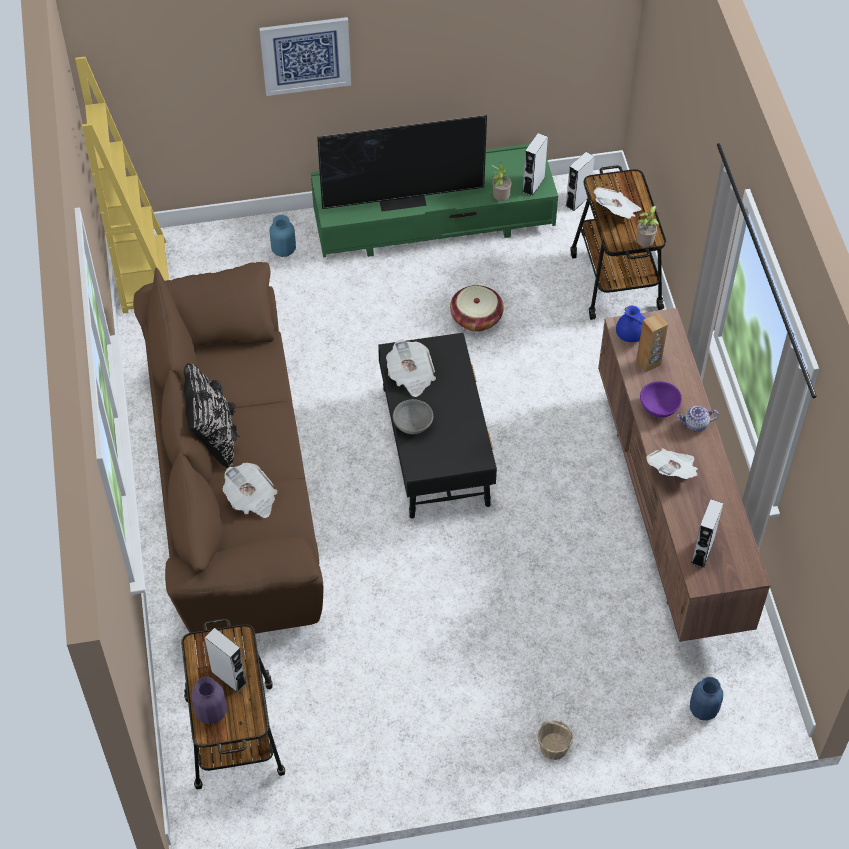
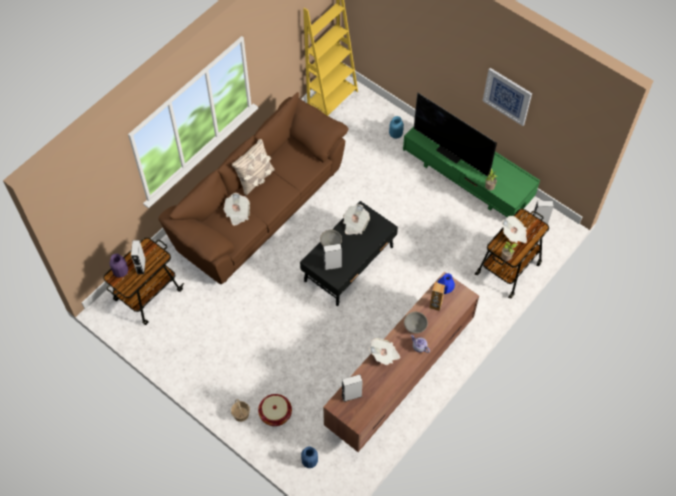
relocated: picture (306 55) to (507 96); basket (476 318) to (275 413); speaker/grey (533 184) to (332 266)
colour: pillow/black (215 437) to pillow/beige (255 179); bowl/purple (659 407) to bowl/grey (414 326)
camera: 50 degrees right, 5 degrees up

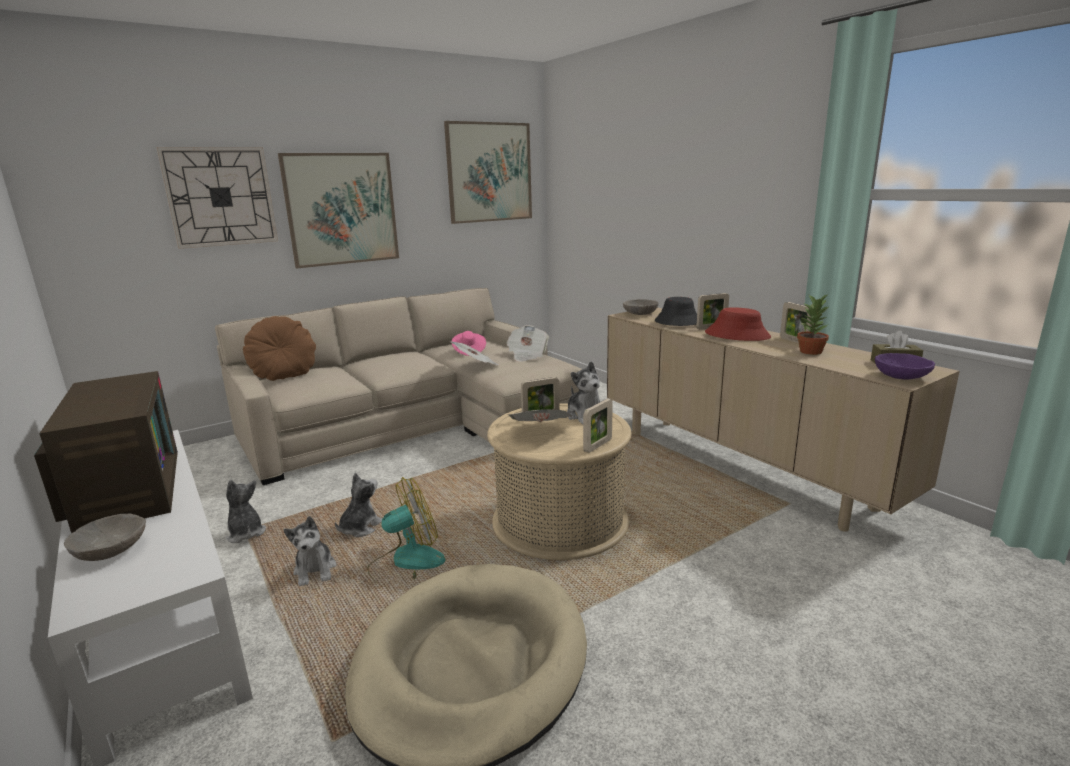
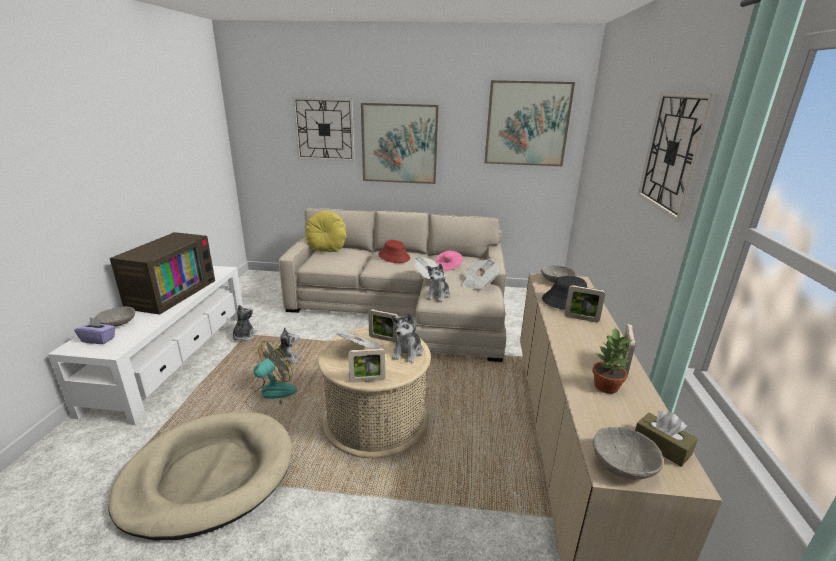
appeared: tissue box/purple (99 339); wall clock (673 153)
relocated: plush toy (315 570) to (438 295); hat/red (737 335) to (394 256)
colour: pillow/brown (285 377) to pillow/yellow (327 250); bowl/purple (901 377) to bowl/grey (623 464)
spun: fan (406 563) = (271 395) 60 degrees counterclockwise
camera: 40 degrees right, 5 degrees up

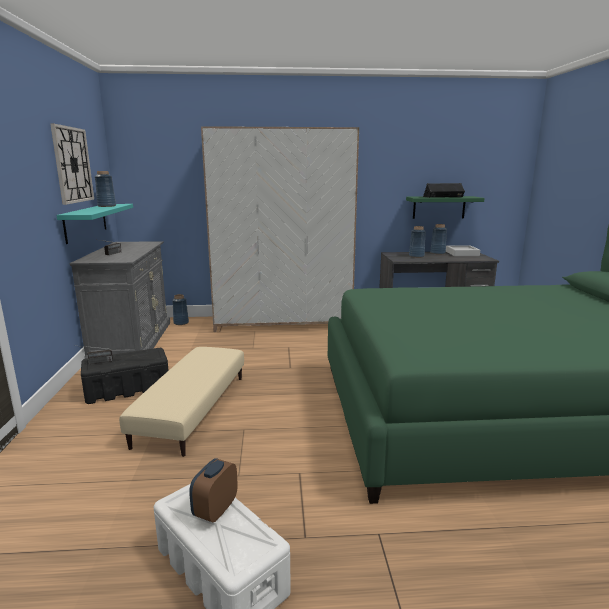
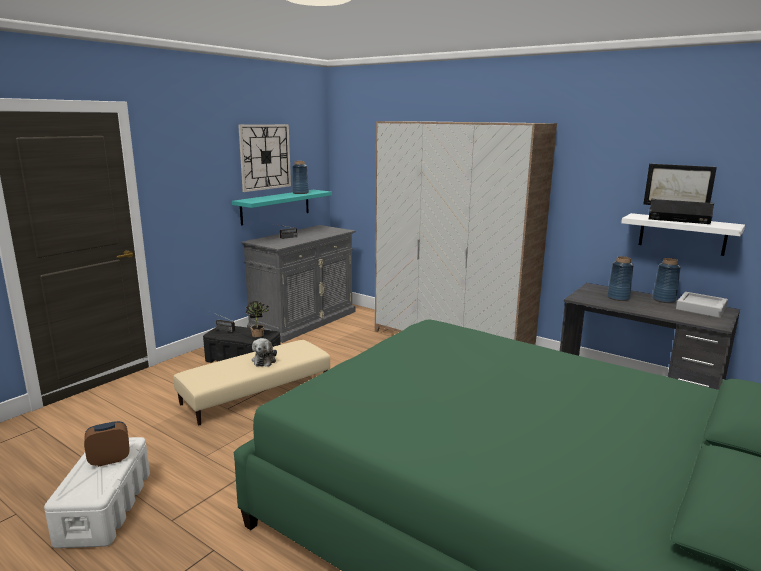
missing: vase/blue (181 323)
appeared: potted plant (259 335); plush toy (264 360); picture (678 186)
colour: shelf/green (439 207) to shelf/white (682 234)
camera: 40 degrees right, 0 degrees up

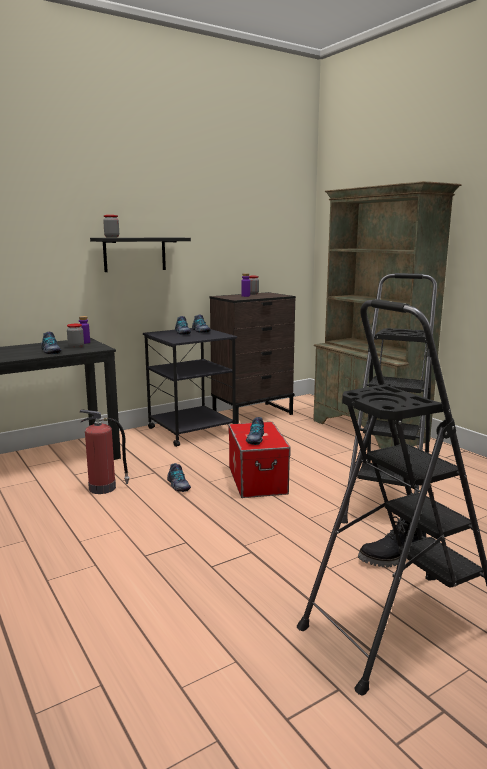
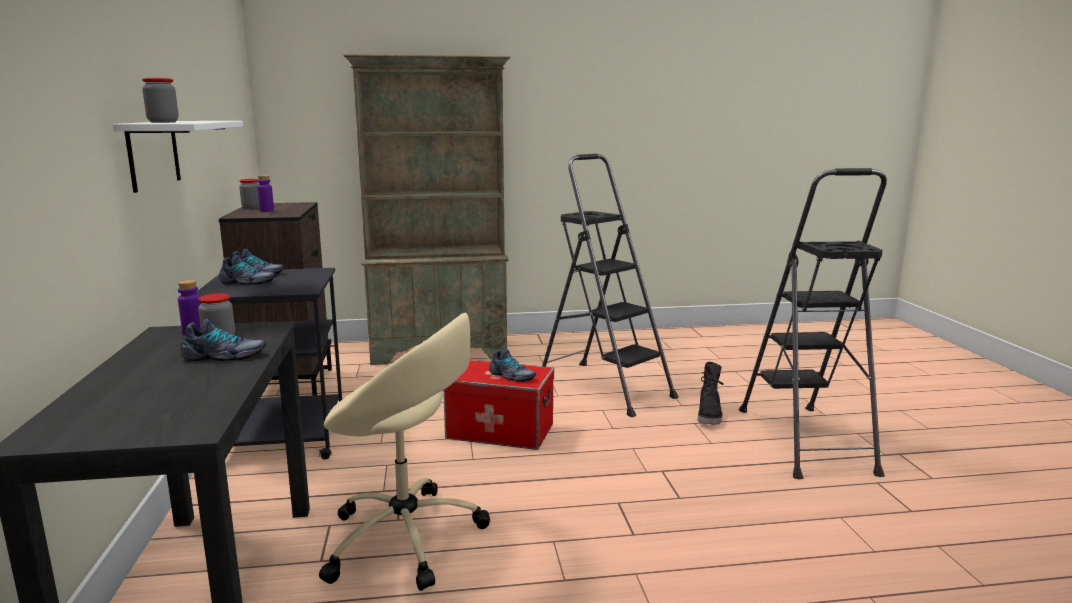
missing: shoe (178 485)
exchanged: fire extinguisher (104 488) to office chair/beige (408 538)
colour: shelf/black (135 254) to shelf/white (153 154)
camera: 65 degrees left, 0 degrees up

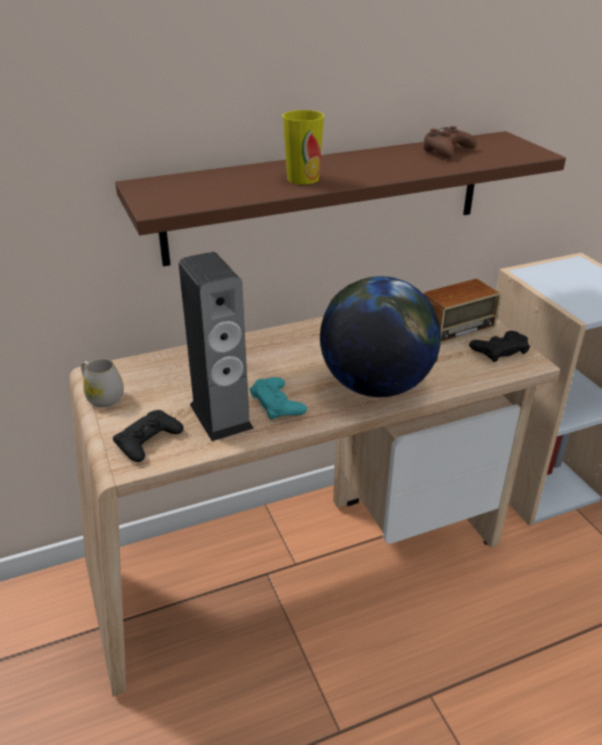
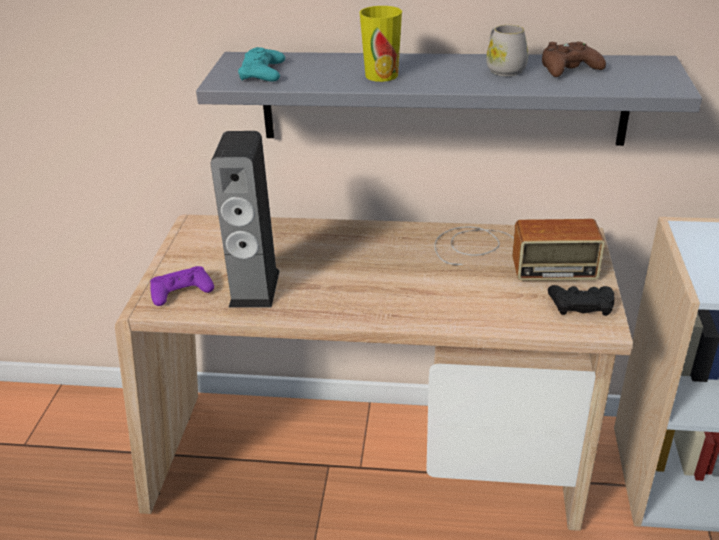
missing: globe (376 386)
relocated: mug/white (102 396) to (503 69); game controller/turquoise (277 403) to (263 72)
colour: game controller/black (148 440) to game controller/purple (181 291); shelf/brown (327 197) to shelf/grey (442 98)
camera: 30 degrees right, 0 degrees up

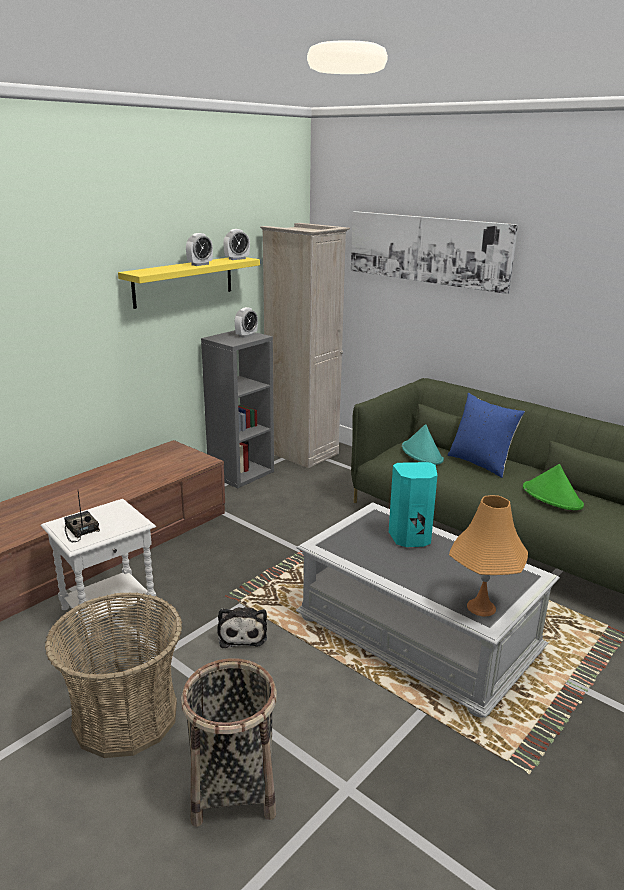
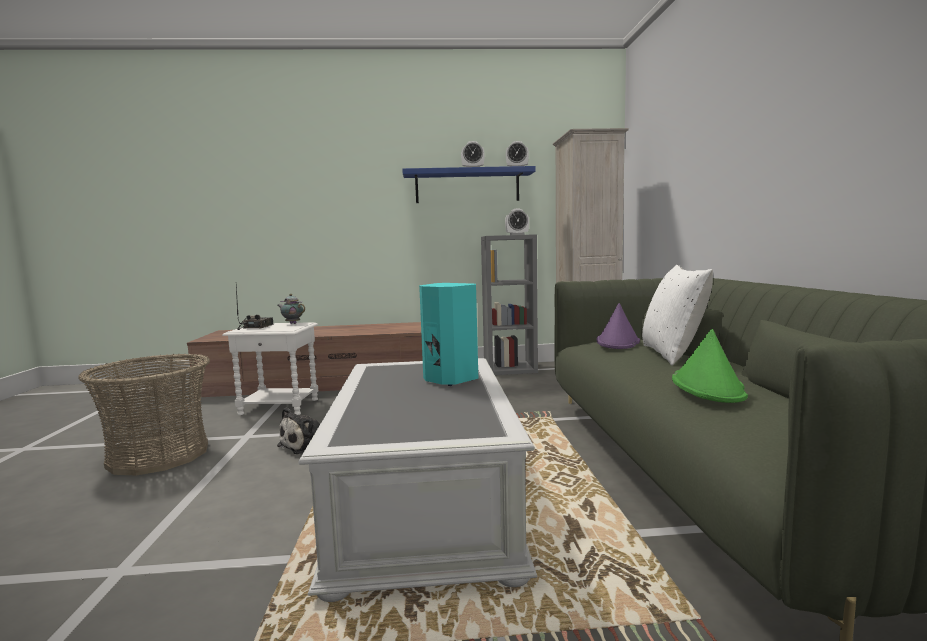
missing: basket (234 787); picture (427 249); table lamp/orange (481 607)
appeared: teapot (292 323)
colour: shelf/yellow (183 281) to shelf/blue (467 186); hat/turquoise (422 453) to hat/purple (618 342); pillow/blue (480 463) to pillow/white (672 354)
camera: 45 degrees right, 15 degrees down

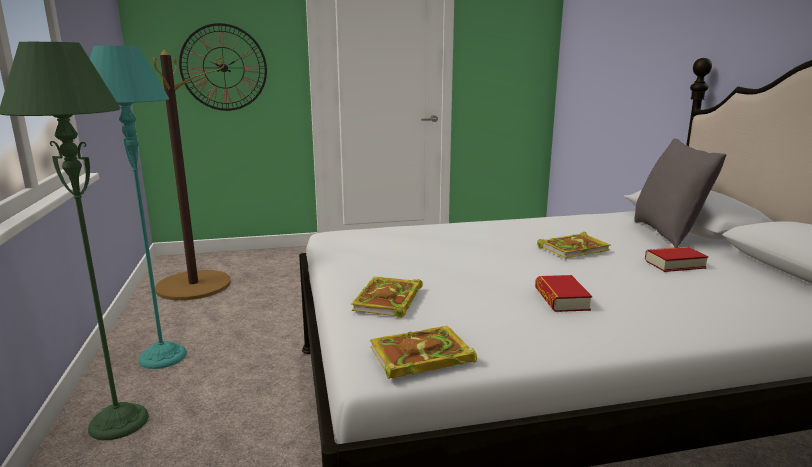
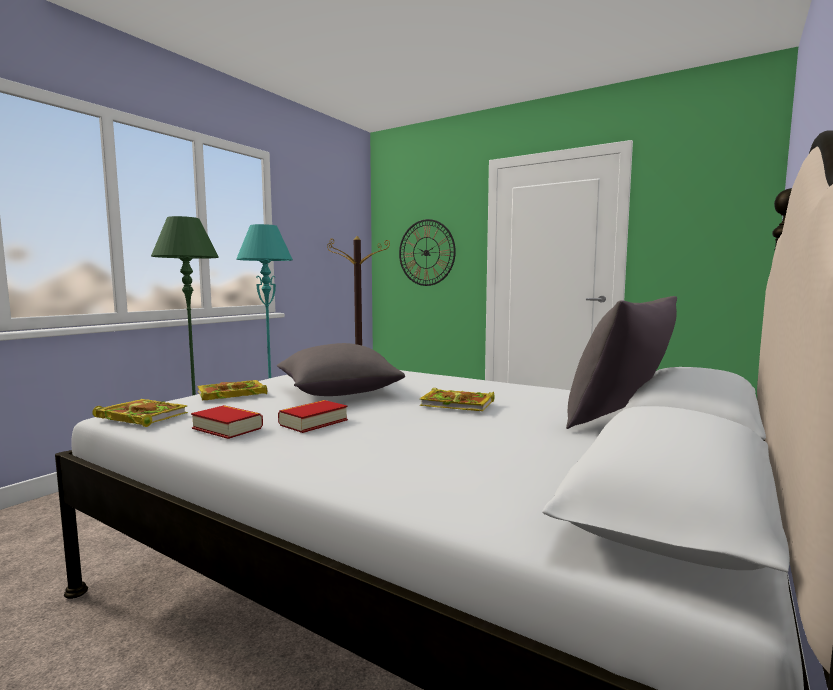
appeared: pillow/grey (338 393)
relocated: book (674 264) to (227 428)
camera: 45 degrees right, 10 degrees down

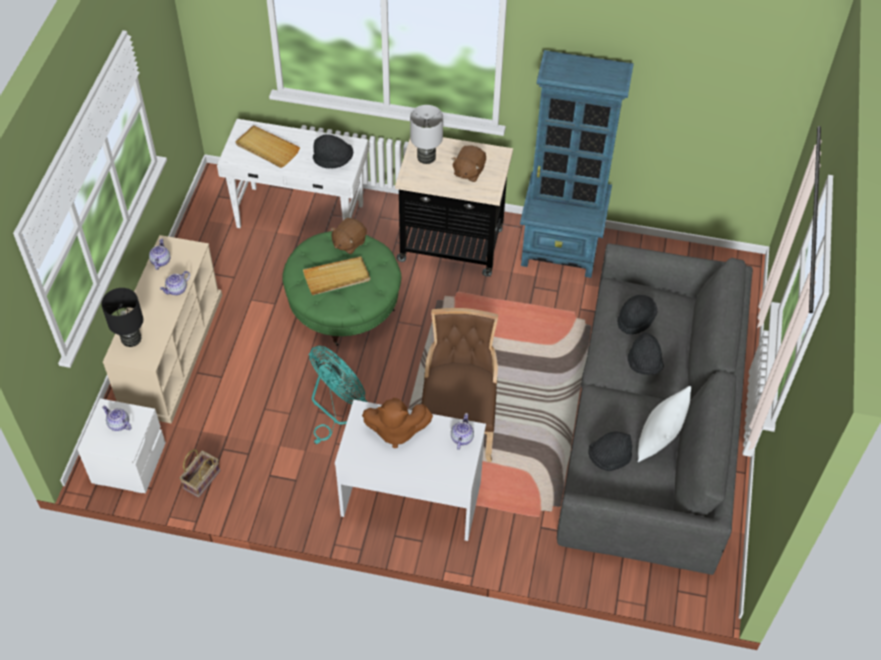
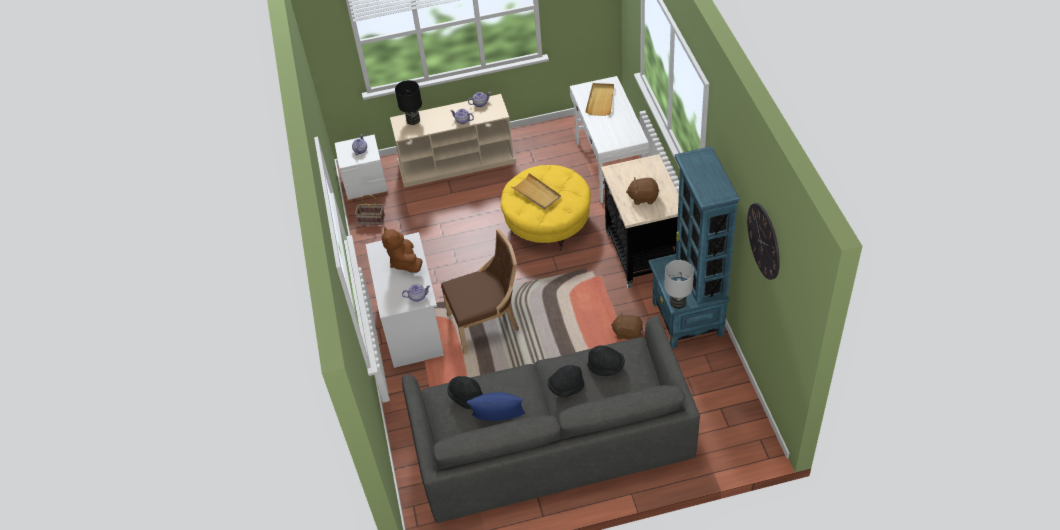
missing: fan/turquoise (335 408); hat/black (333 160)
appeared: wall clock (764 241)
relocated: plush toy/brown (349 243) to (627 333); table lamp/grey (426 157) to (678 302)
colour: ottoman/green (344 305) to ottoman/yellow (547 223); pillow/white (659 440) to pillow/blue (499 421)
camera: 70 degrees right, 5 degrees down

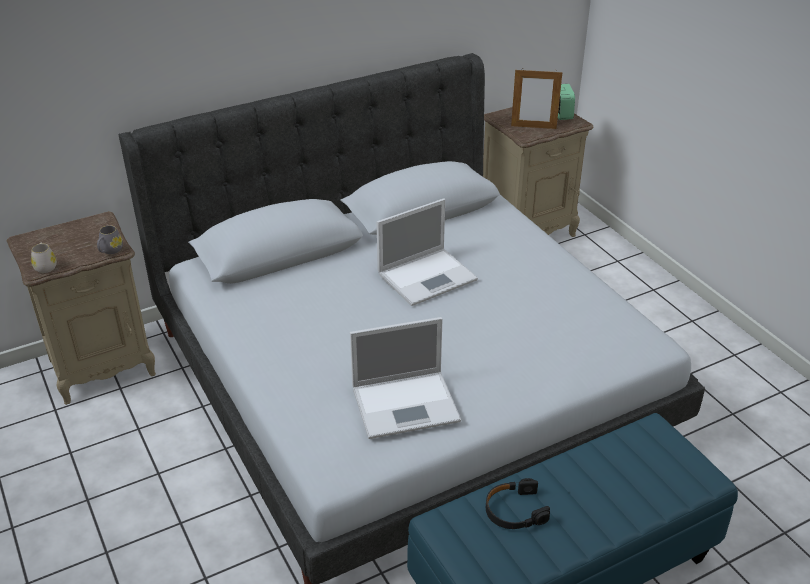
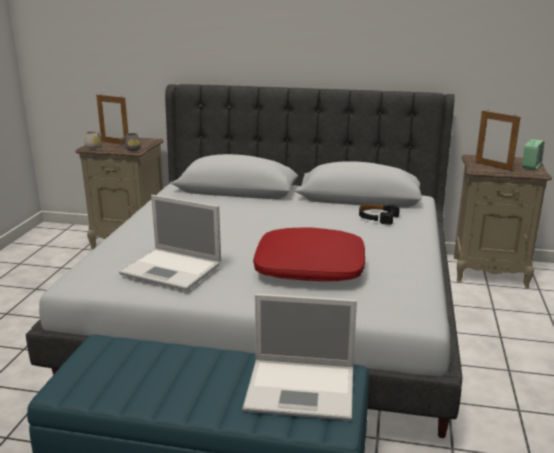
appeared: picture frame (115 143); pillow/red (309 268)
relocated: laptop (428 276) to (303 389); headphones/black (514 511) to (377 218)
camera: 40 degrees right, 15 degrees down

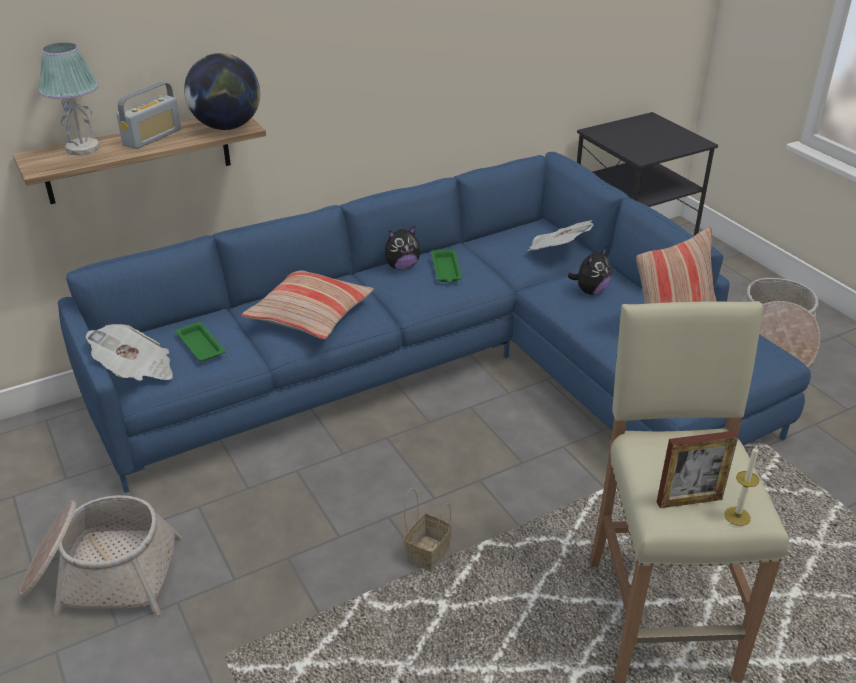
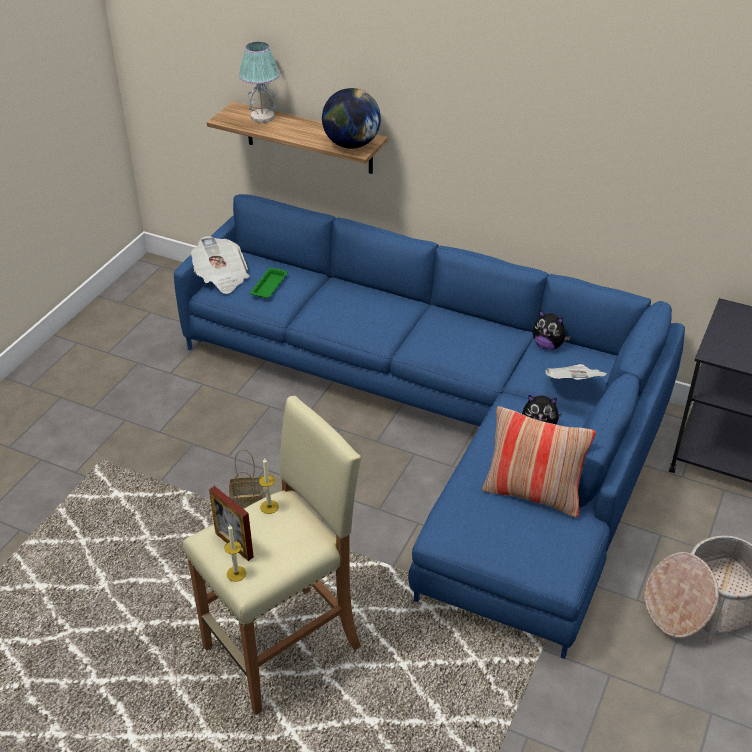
missing: basket (102 575); radio (152 137); pillow (310 314); tray/green (446 270)
appeared: candle (269 507)
relocated: plush toy (401 267) to (548 345)
camera: 55 degrees right, 5 degrees up

